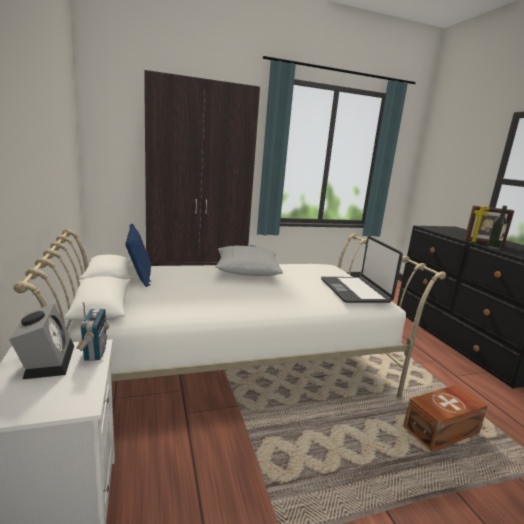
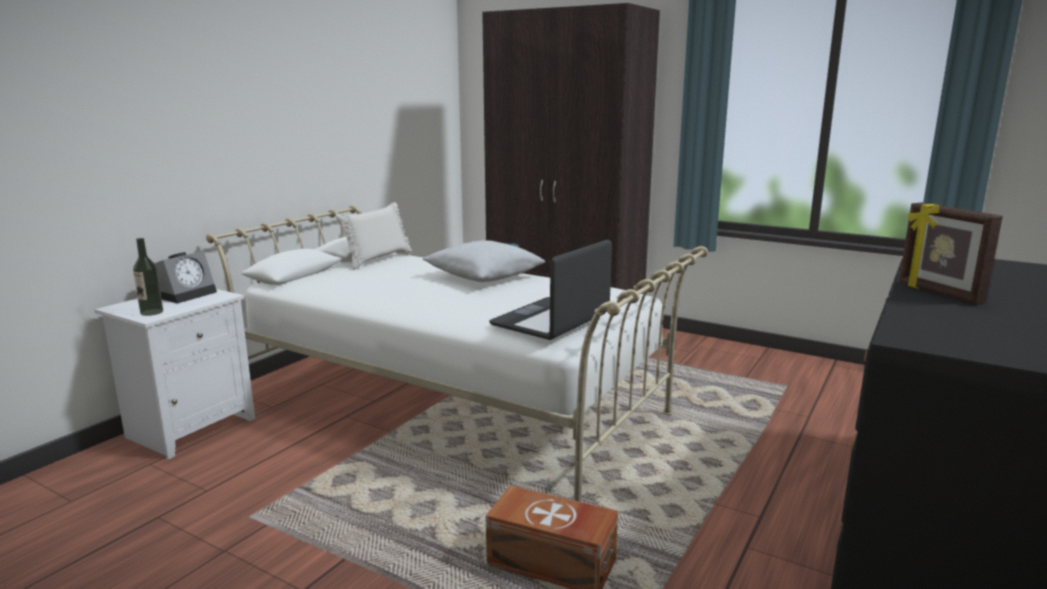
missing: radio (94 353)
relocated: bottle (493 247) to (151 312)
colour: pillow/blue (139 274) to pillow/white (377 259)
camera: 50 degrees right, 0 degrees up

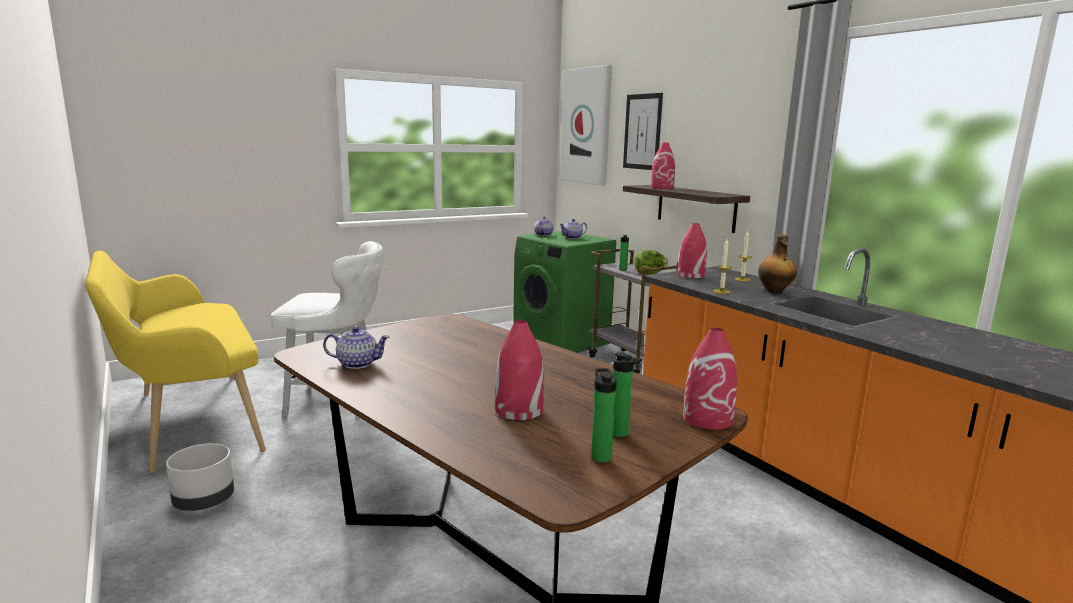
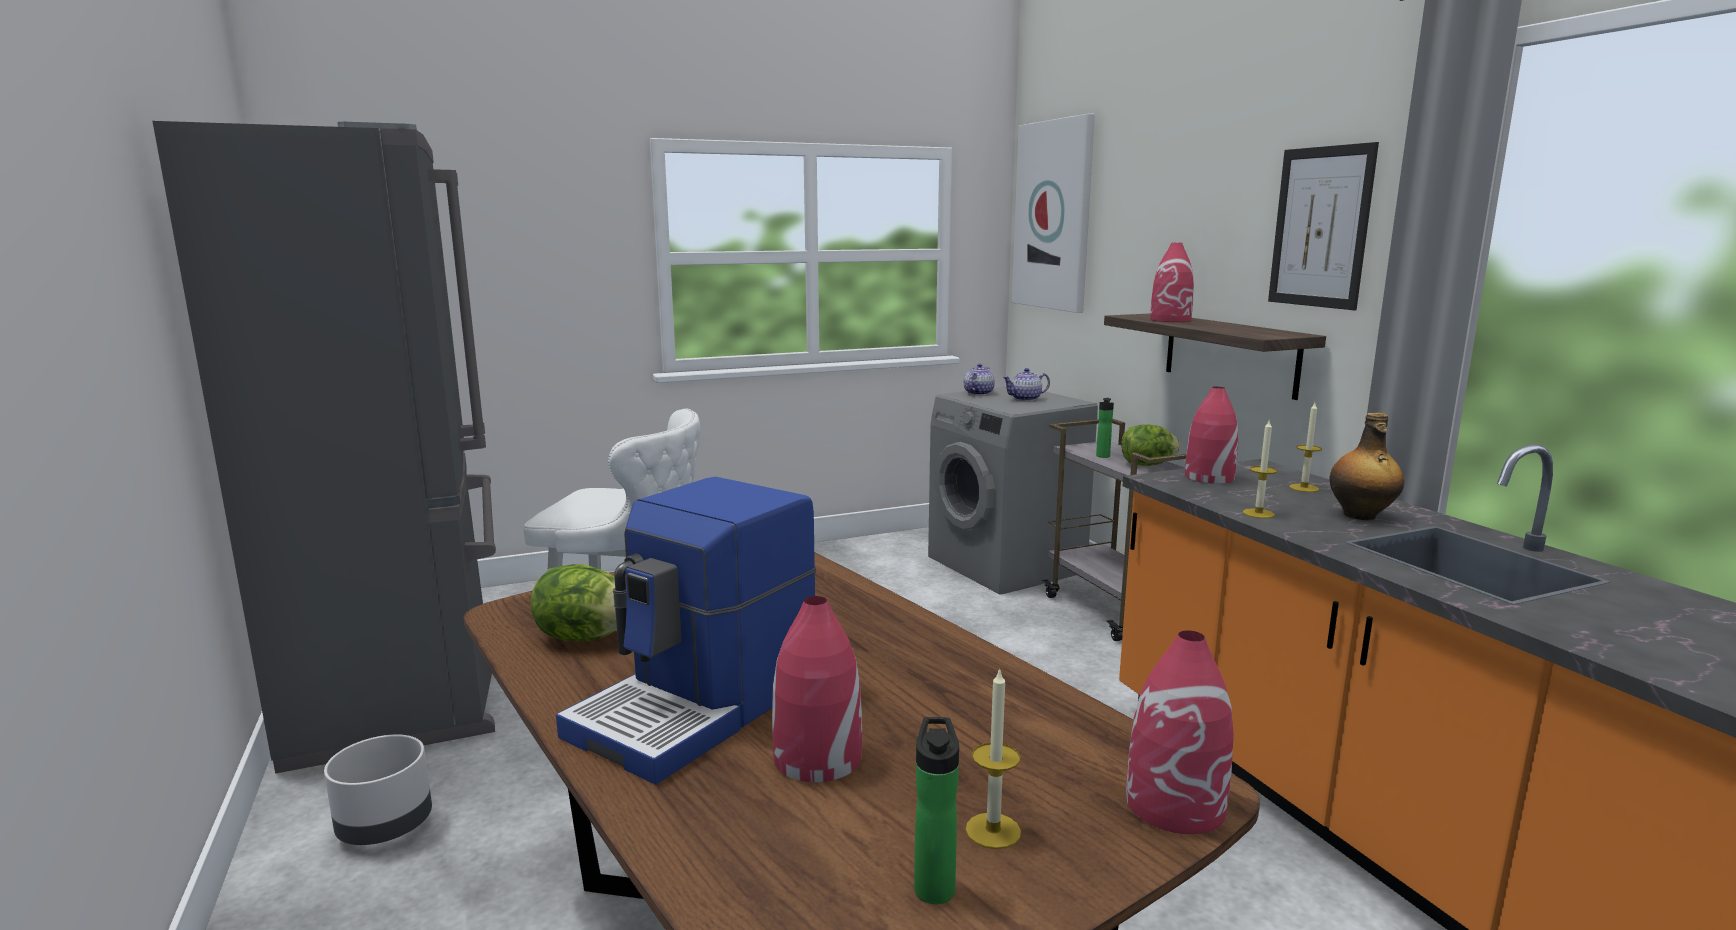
appeared: coffee machine (700 707)
relocated: picture (642 132) to (1320 227)
exchanged: bench/yellow (188 422) to fridge/grey (407 682); teapot (357 363) to lettuce (585 637); bottle (621 433) to candle (993 831)
colour: washing machine/green (560 340) to washing machine/grey (1003 564)
camera: 10 degrees right, 0 degrees up

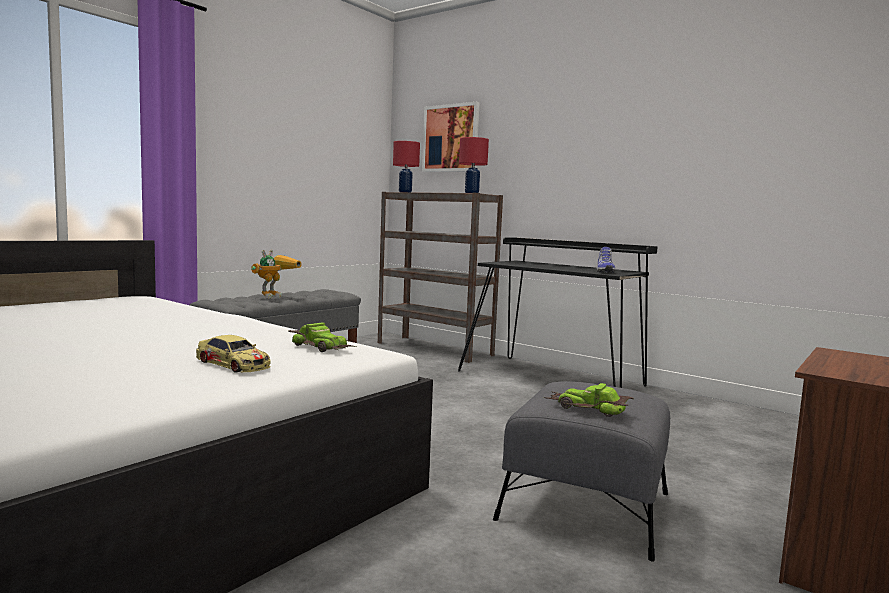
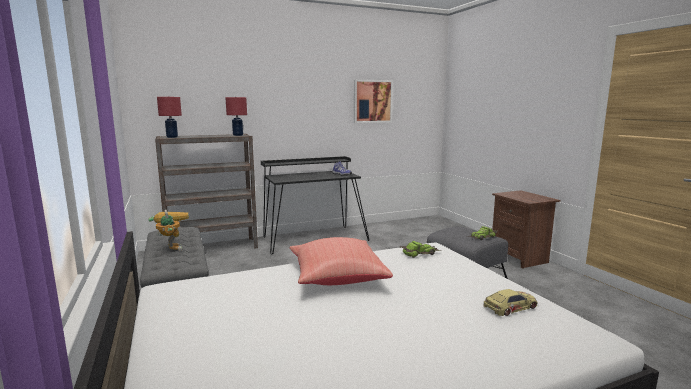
appeared: pillow/red (336 278)
relocated: toy car (233 364) to (510 307); picture (451 138) to (372 101)
camera: 60 degrees left, 5 degrees up

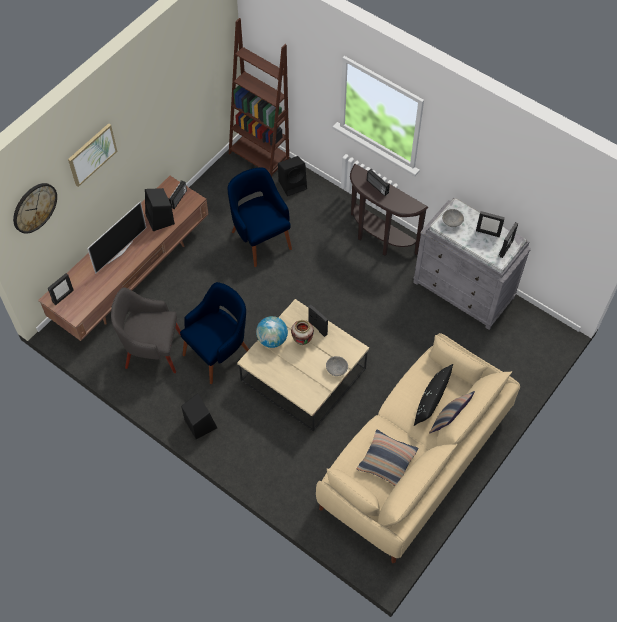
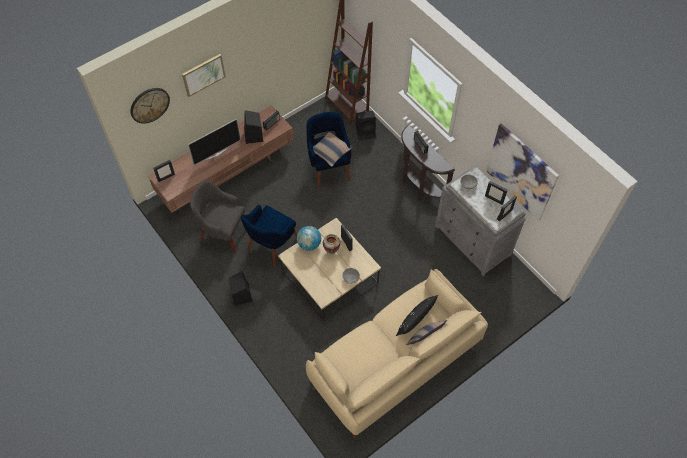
appeared: picture (521 172)
relocated: pillow (387 461) to (330 151)
spun: armchair/blue (218 352) = (271 245) 150 degrees clockwise
camera: 15 degrees right, 0 degrees up

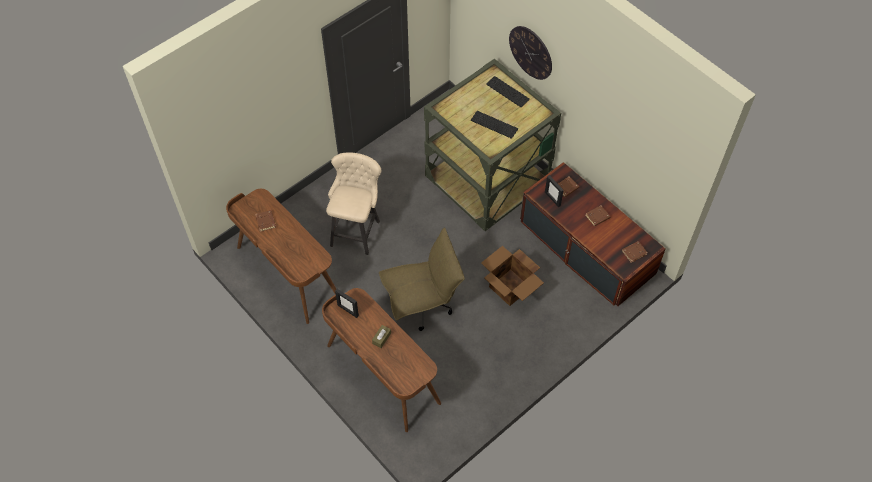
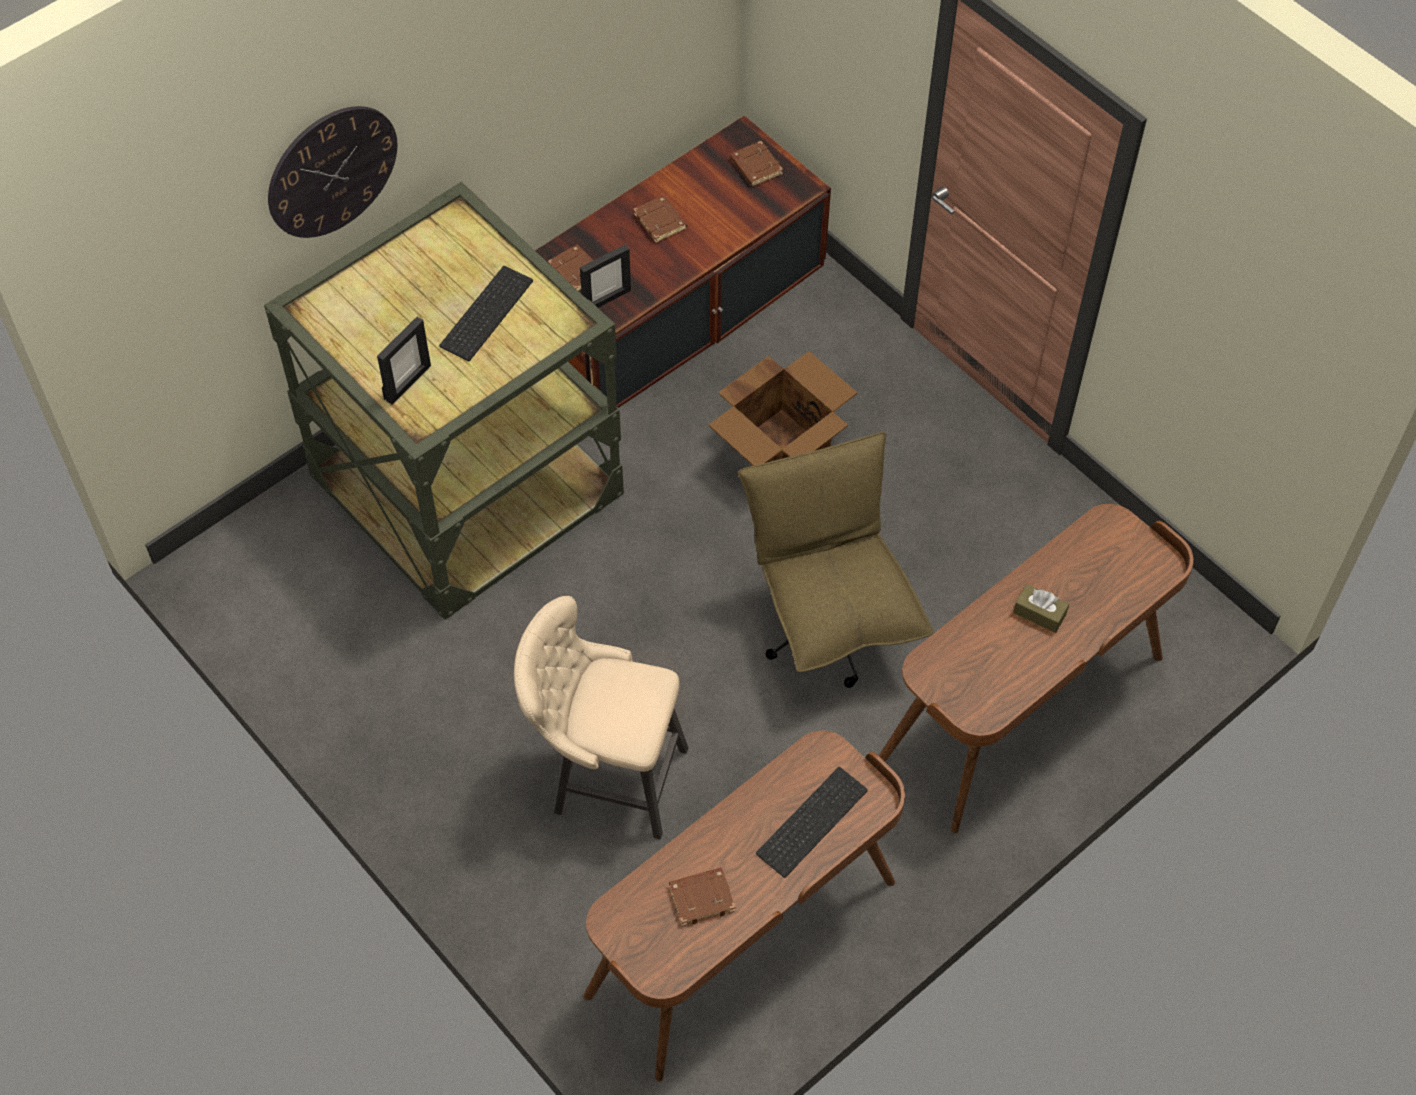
relocated: picture frame (348 310) to (407 382); keyboard (508 91) to (811 819)
camera: 90 degrees left, 0 degrees up

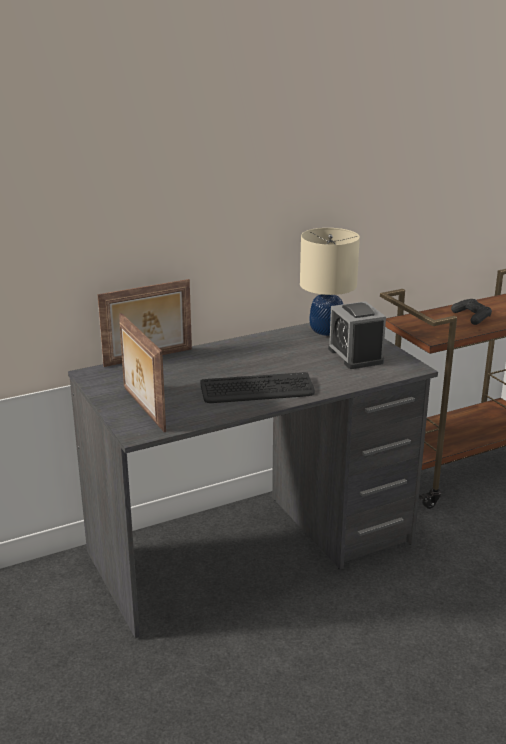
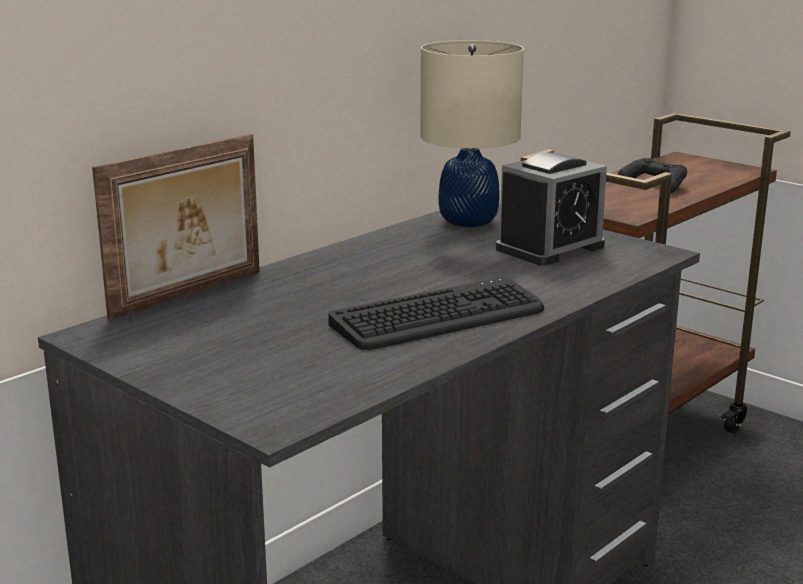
missing: picture frame (142 409)
spun: alarm clock (355 355) = (550 248) 90 degrees counterclockwise
camera: 20 degrees left, 5 degrees down

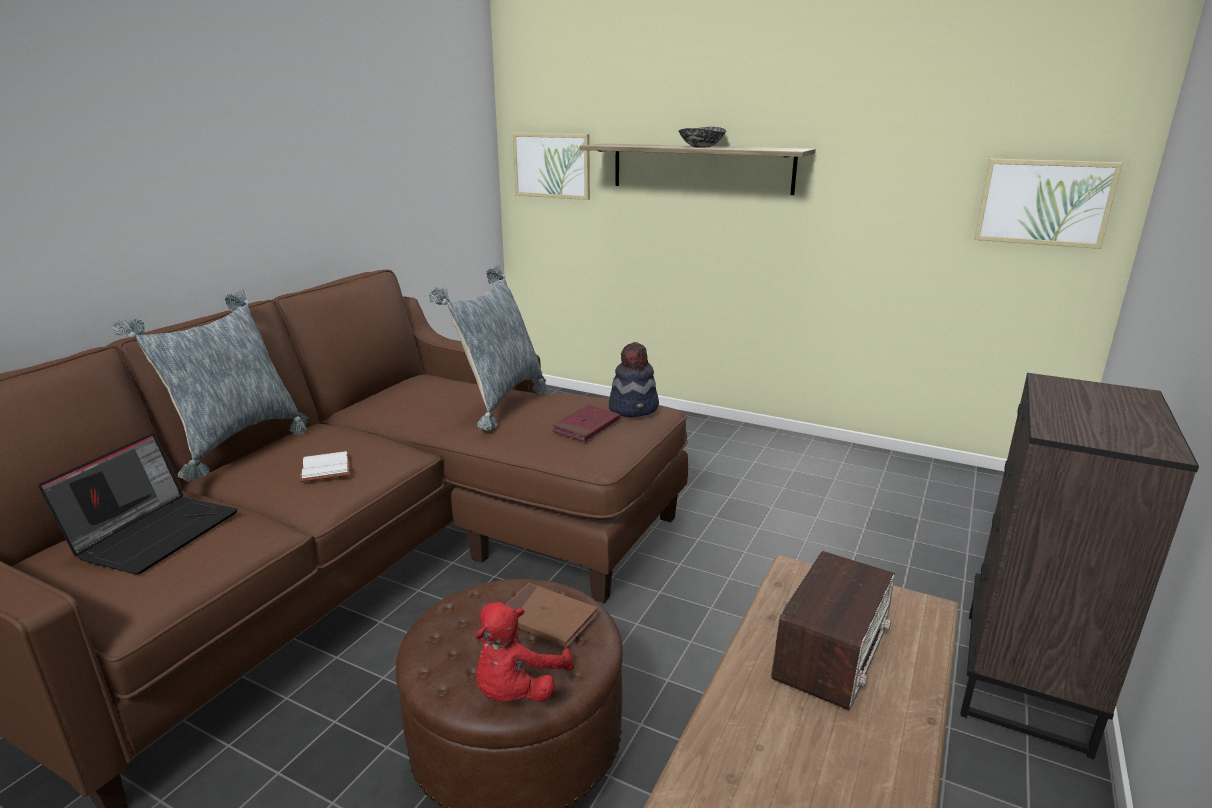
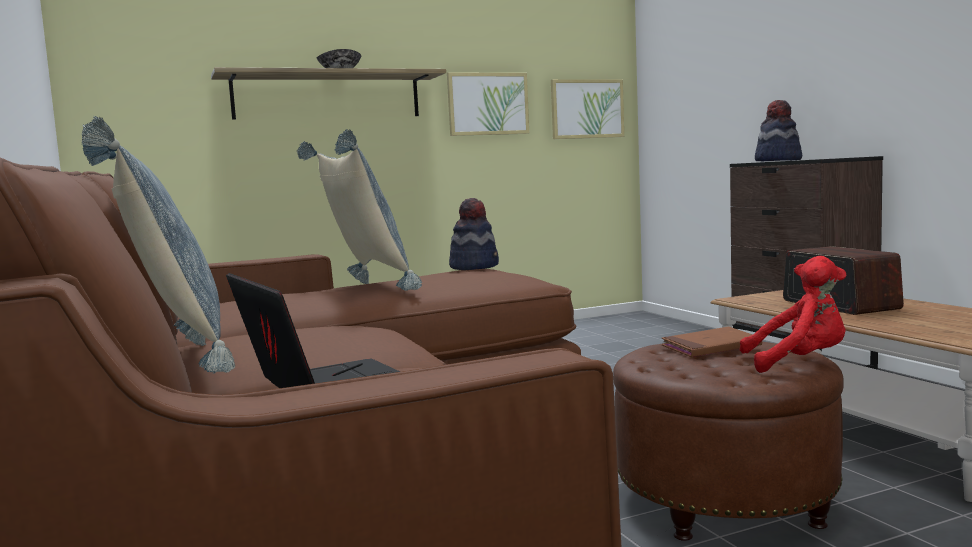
missing: book/white (324 468); book/red (586 426)
appeared: hat (777 161)
relocated: picture (552 165) to (488 104)
spun: plush toy/red (517 690) = (799 363) 60 degrees counterclockwise
camera: 50 degrees left, 15 degrees down

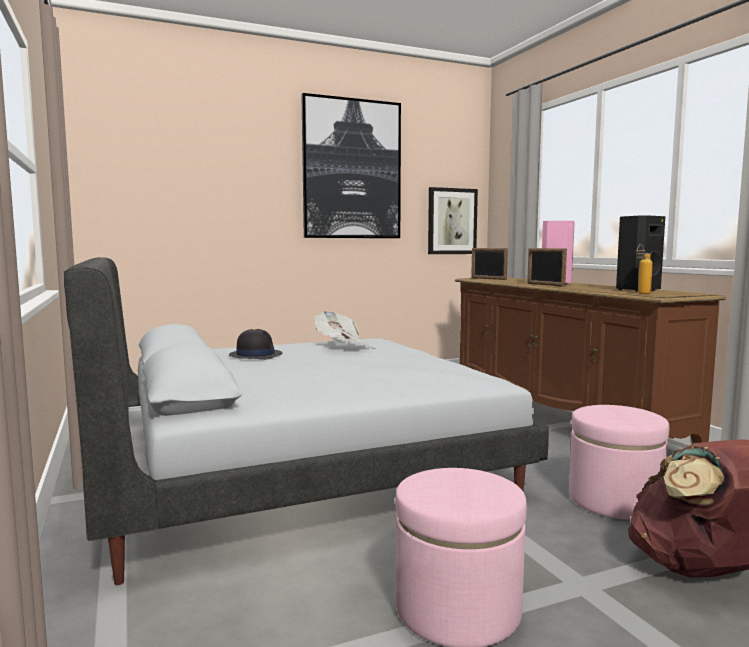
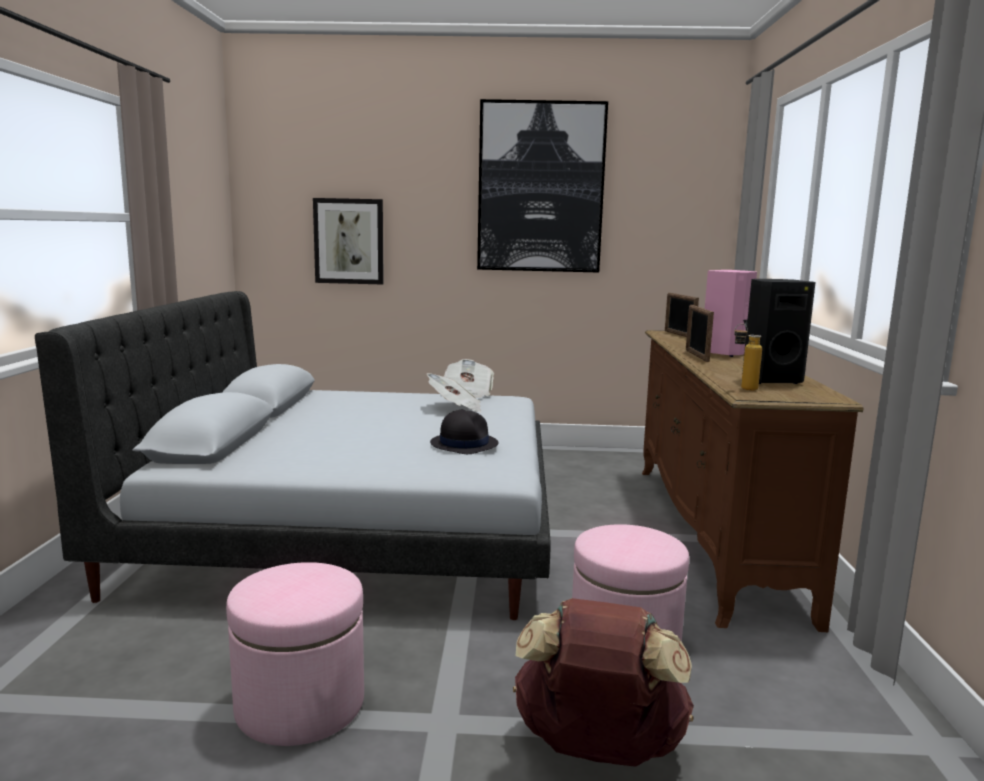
relocated: hat/black (255 355) to (464 444); picture (452 221) to (349 241)
camera: 25 degrees right, 5 degrees up

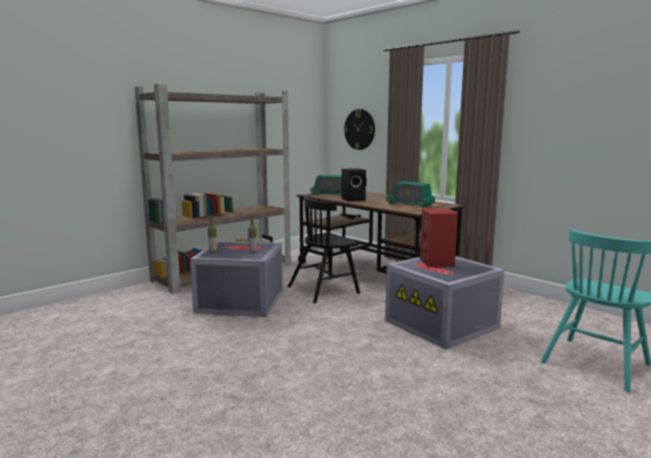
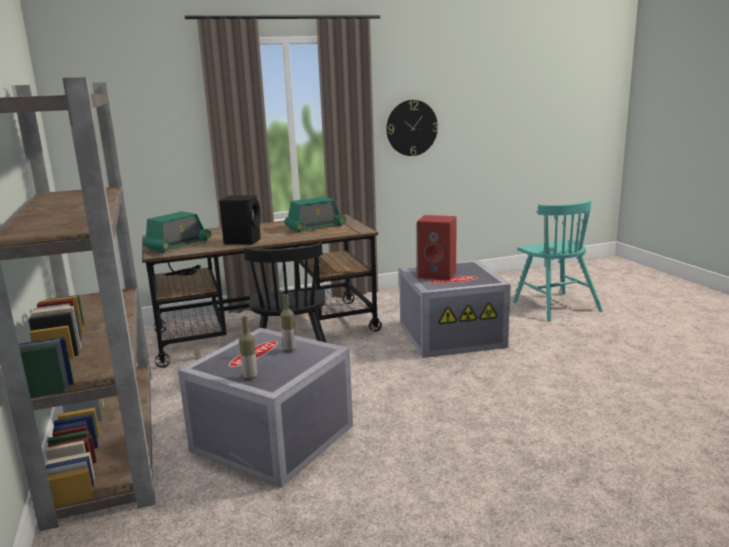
relocated: wall clock (359 129) to (411 128)
camera: 65 degrees left, 5 degrees up

